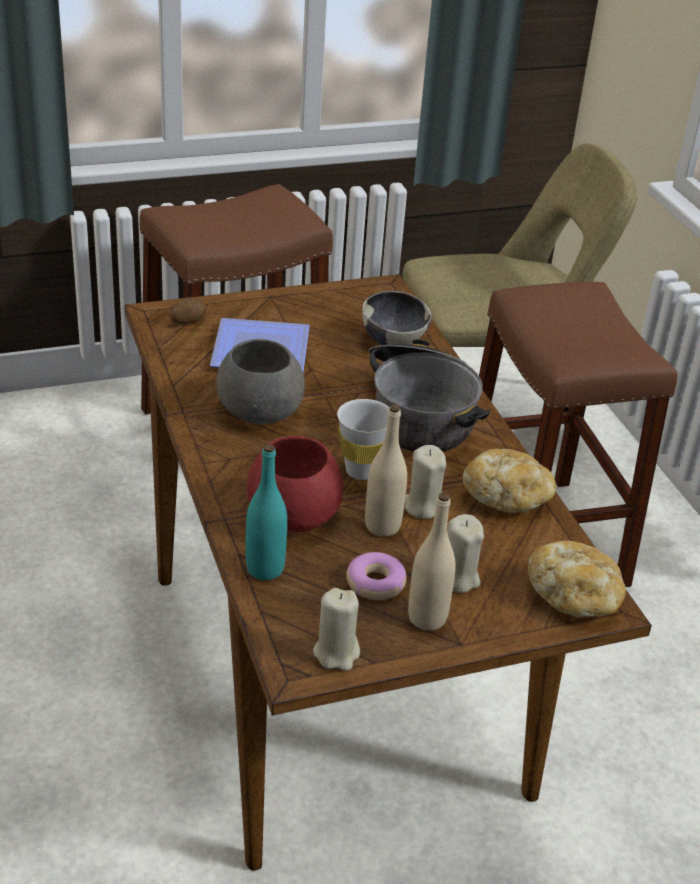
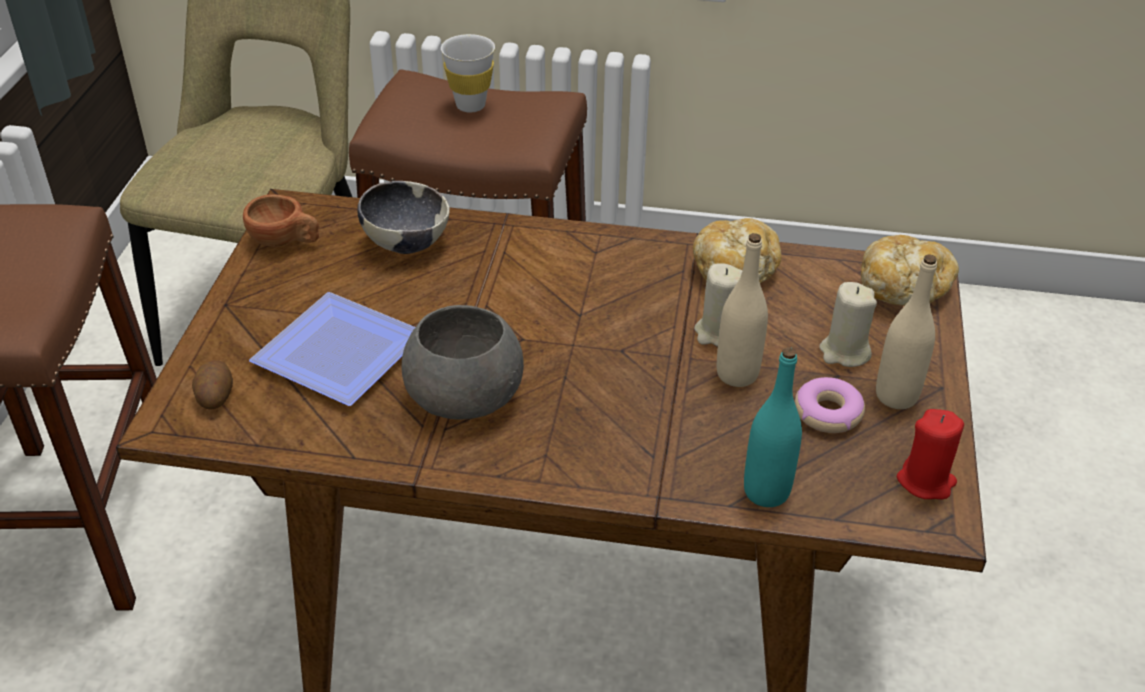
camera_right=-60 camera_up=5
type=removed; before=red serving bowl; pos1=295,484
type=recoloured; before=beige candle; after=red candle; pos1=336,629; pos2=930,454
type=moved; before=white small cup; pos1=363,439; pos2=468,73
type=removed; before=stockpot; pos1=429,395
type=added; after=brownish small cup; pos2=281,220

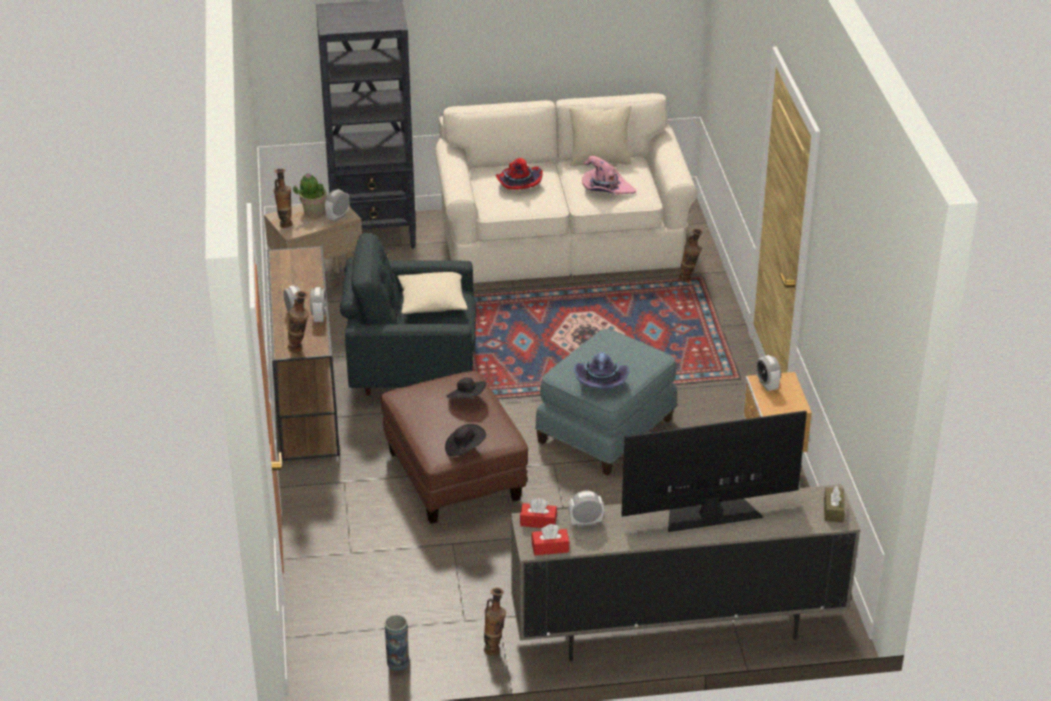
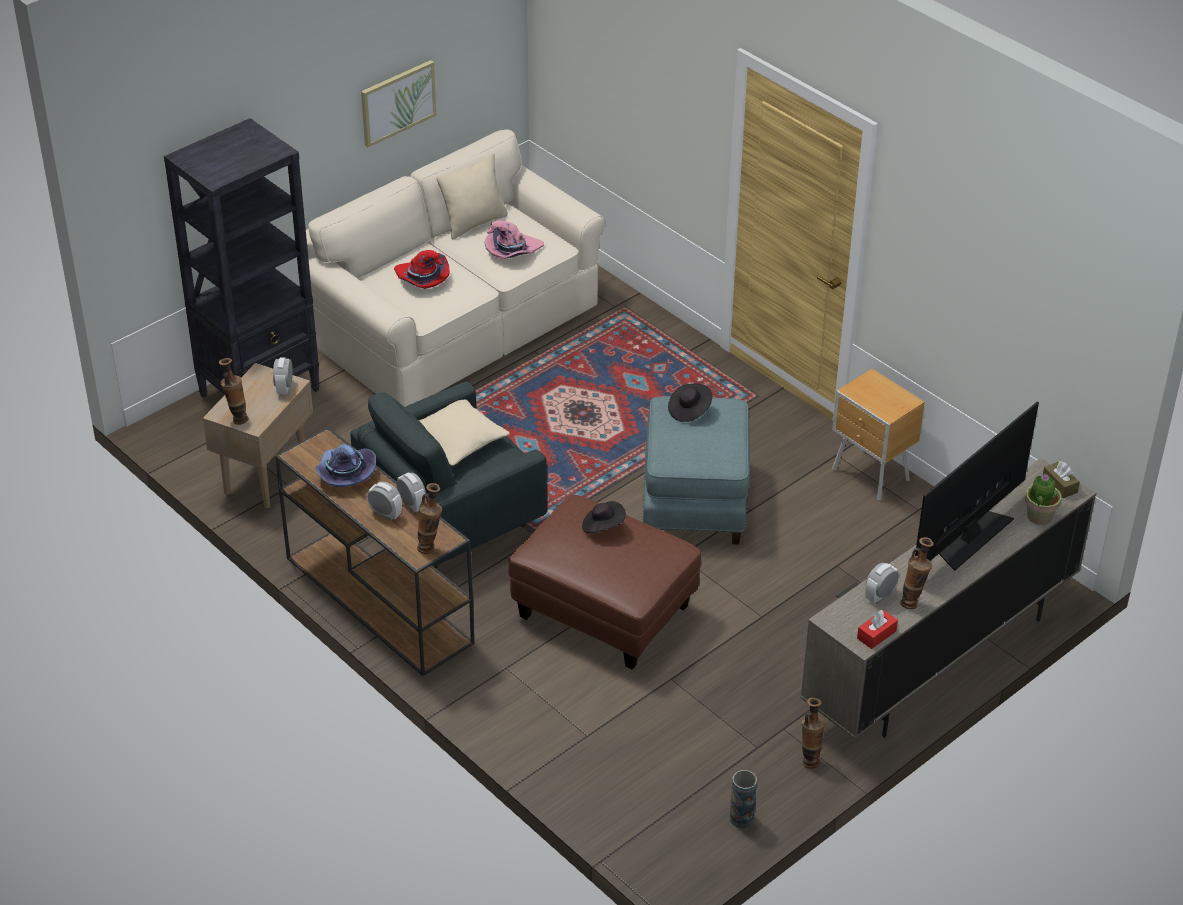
camera_right=-35 camera_up=5
type=moved; before=potted plant; pos1=310,195; pos2=1043,499
type=moved; before=black-coloured wearable hat; pos1=465,440; pos2=690,402
type=removed; before=red tissue box; pos1=538,513
type=moved; before=purplish wearable hat; pos1=601,370; pos2=345,465
type=moved; before=flower vase; pos1=690,255; pos2=917,573
type=removed; before=table clock; pos1=768,373
type=added; after=wall picture; pos2=398,103

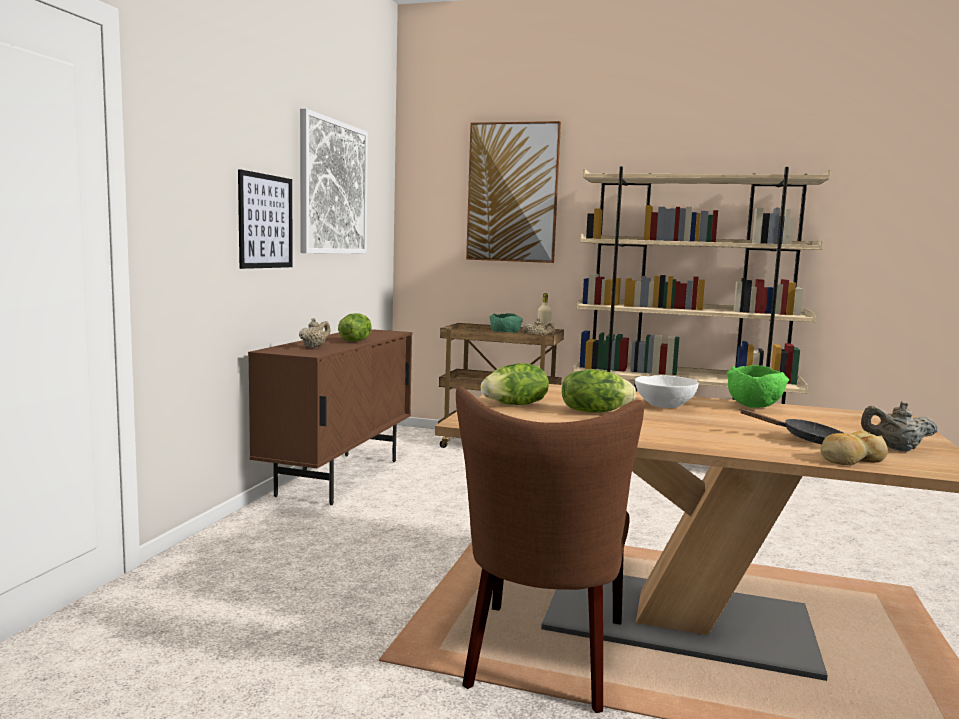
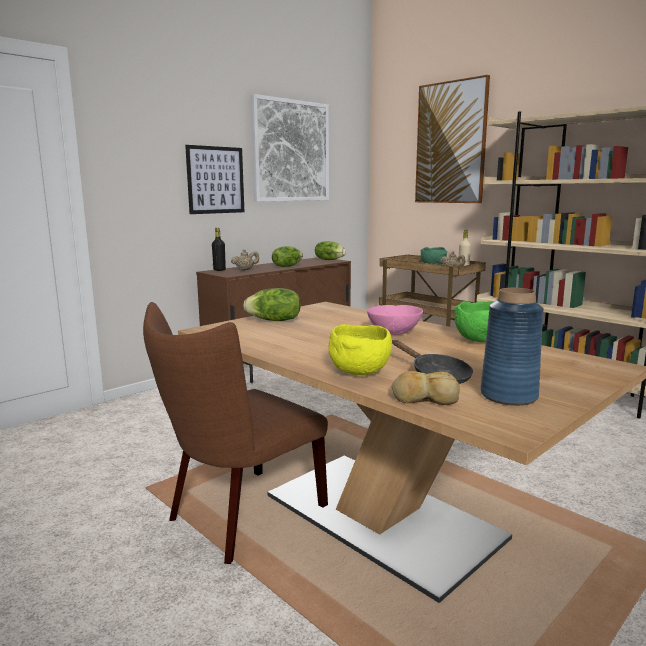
camera_right=30 camera_up=5
type=moved; before=lettuce head; pos1=599,391; pos2=330,250
type=recoloured; before=white serving bowl; after=pink serving bowl; pos1=667,391; pos2=395,320
type=replaced; before=beige pot for tea; after=bluish flower vase; pos1=899,426; pos2=512,347
type=added; after=black-coloured beverage bottle; pos2=219,249
type=added; after=yellow serving bowl; pos2=360,349

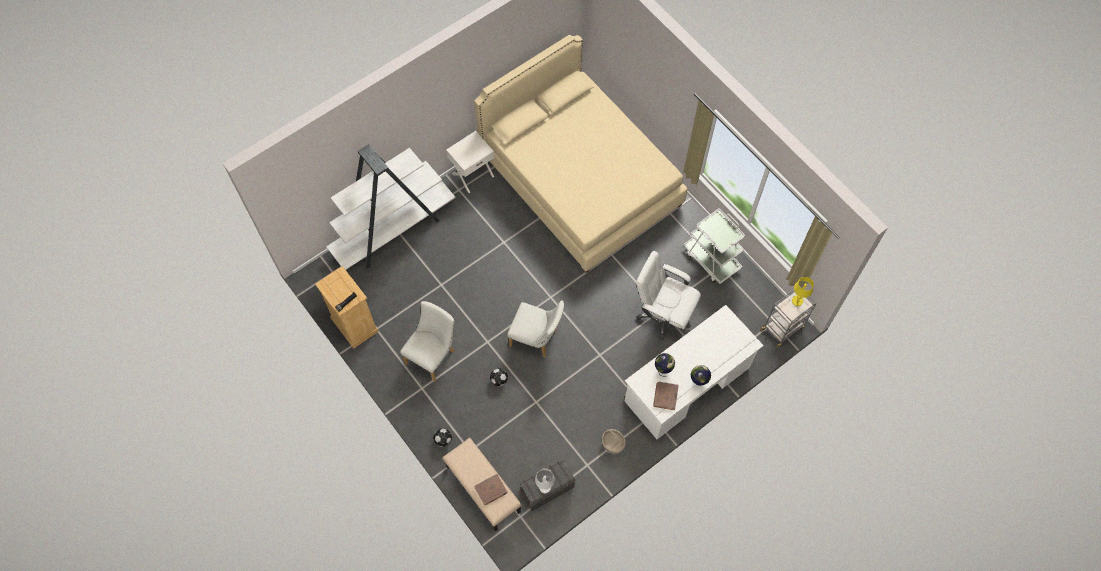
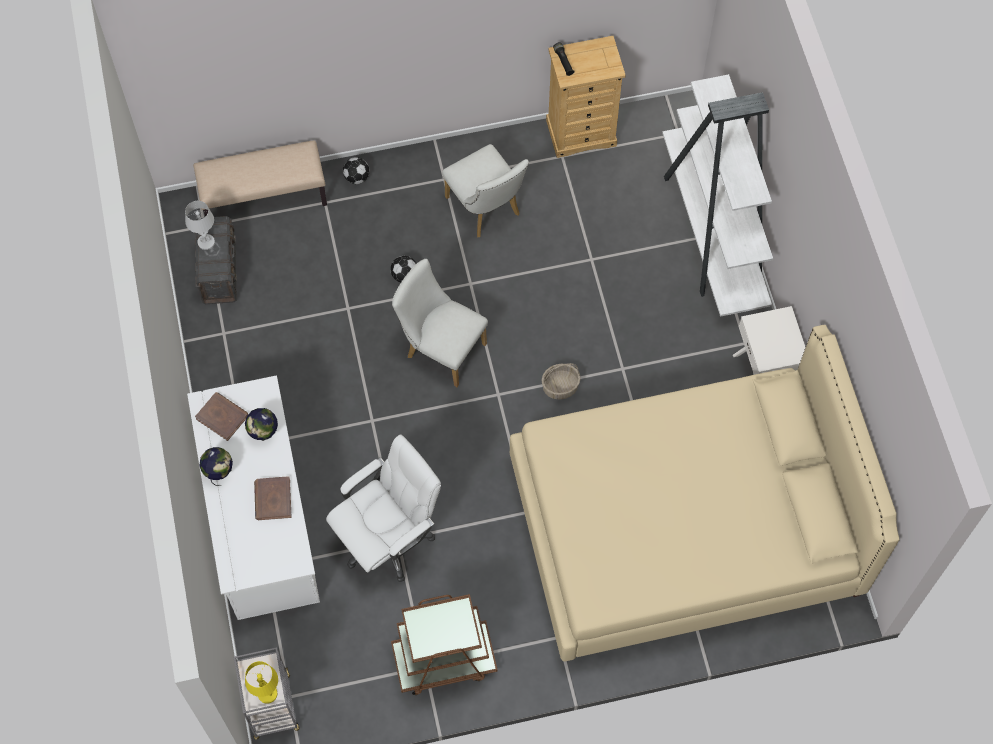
camera_right=115 camera_up=0
type=moved; before=brownish volume; pos1=491,489; pos2=272,498
type=turned; before=white upright chair; pos1=535,329; pos2=440,323; turn=75
type=moved; before=storage basket; pos1=614,441; pos2=561,381
type=recoloured; before=white trolley; after=brownish trolley; pos1=714,246; pos2=444,644

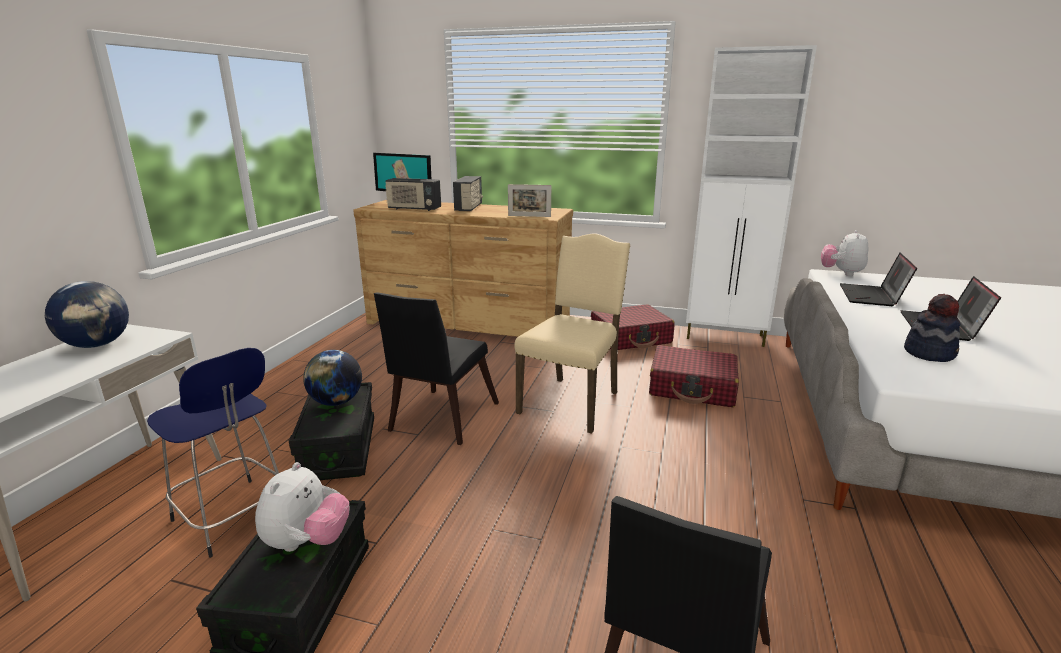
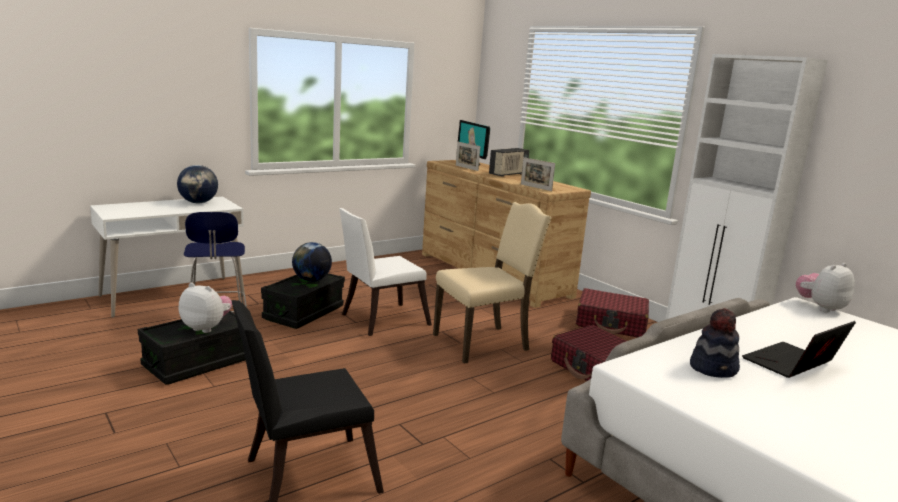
camera_right=35 camera_up=-5
type=turned; before=plush toy; pos1=302,507; pos2=205,308; turn=-120
type=recoloured; before=black-coloured upright chair; after=white upright chair; pos1=436,368; pos2=385,272
type=replaced; before=radio set; after=standing frame; pos1=413,194; pos2=468,156
type=removed; before=portable computer; pos1=878,279

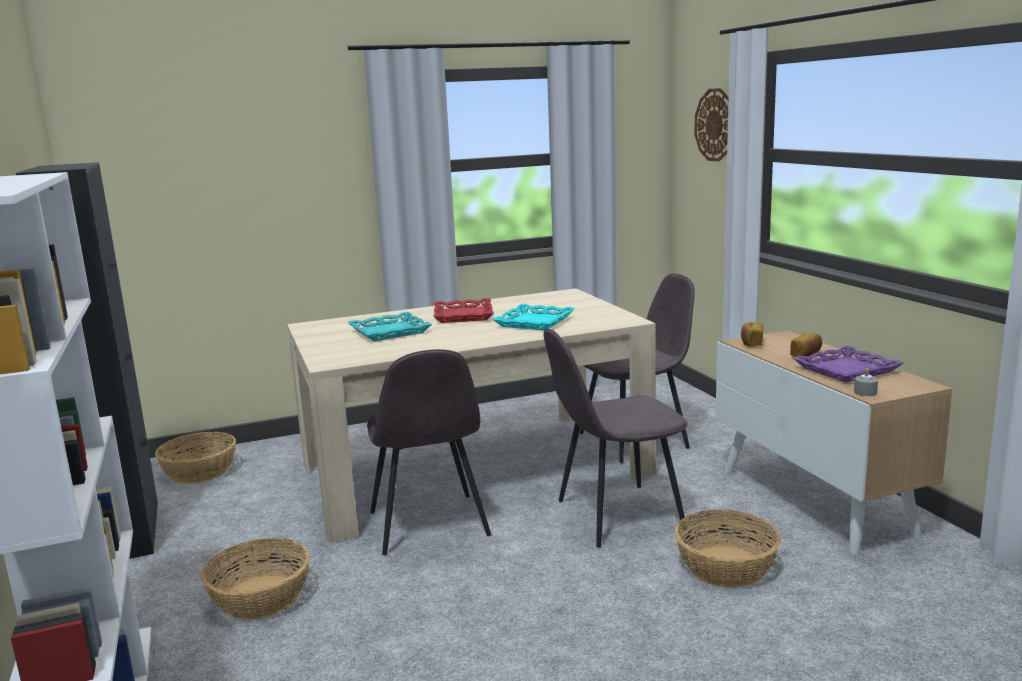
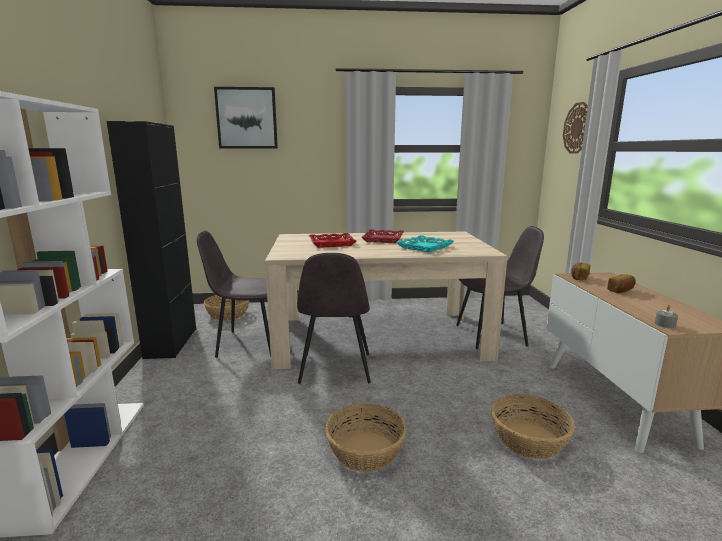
camera_right=15 camera_up=0
type=moved; before=storage basket; pos1=255,579; pos2=366,437
type=recoloured; before=turquoise-coloured carrying tray; after=red carrying tray; pos1=389,326; pos2=332,240
type=moved; before=grey upright chair; pos1=616,438; pos2=234,294
type=removed; before=purplish carrying tray; pos1=848,364
type=added; after=wall picture; pos2=246,117

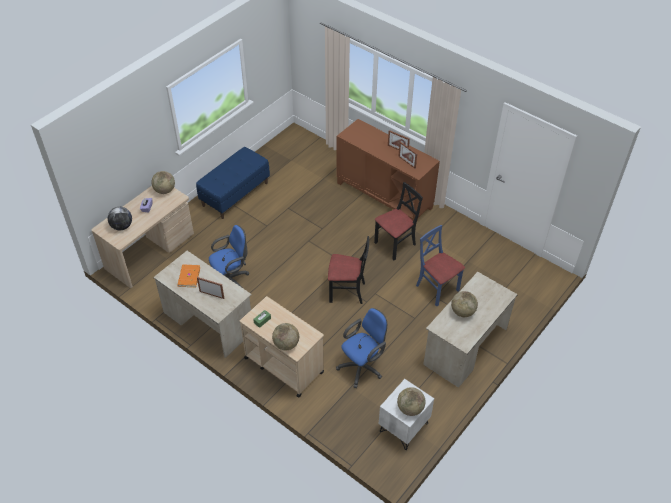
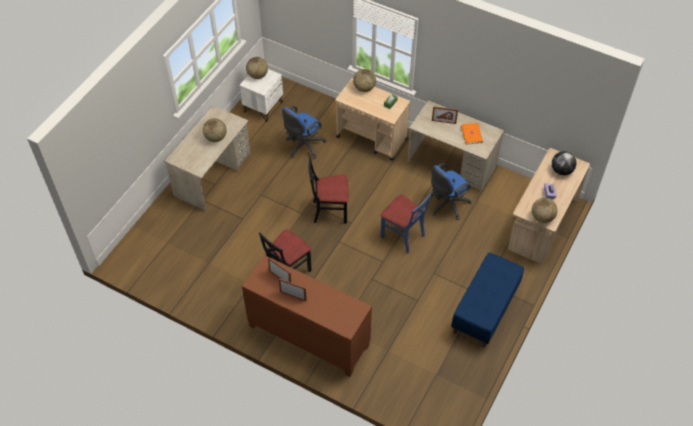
camera_right=170 camera_up=5
type=moved; before=bluish upright chair; pos1=440,265; pos2=406,223

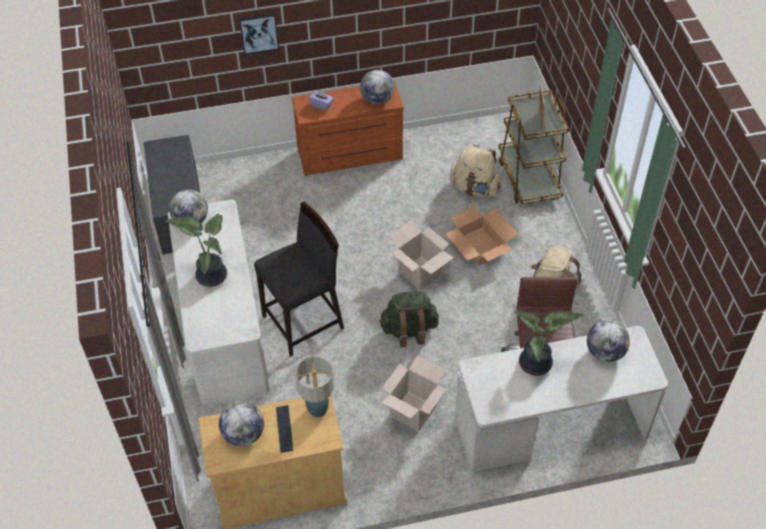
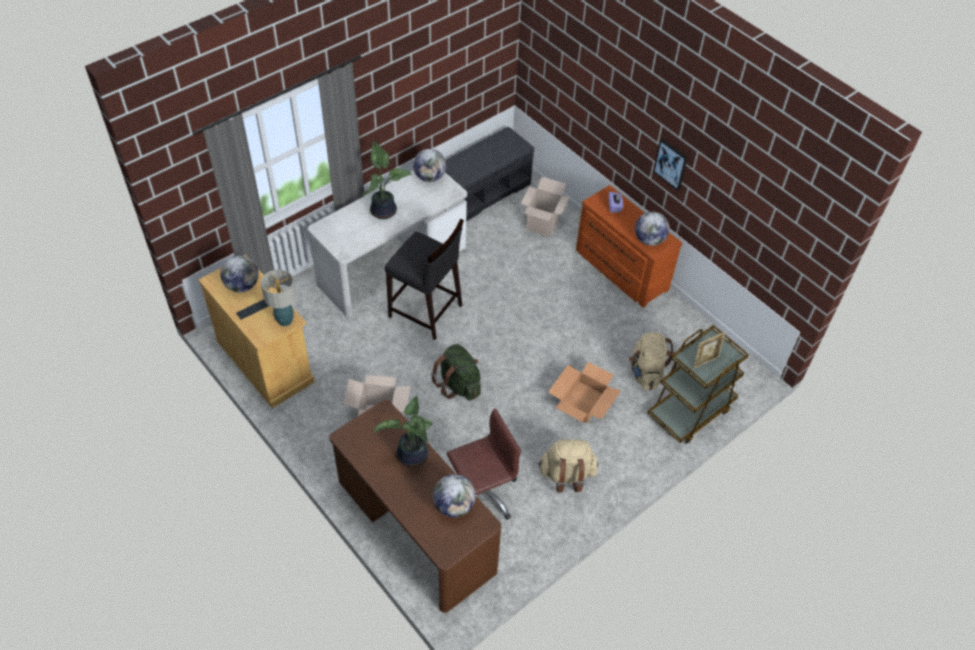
camera_right=60 camera_up=0
type=moved; before=wall picture; pos1=259,34; pos2=670,165
type=moved; before=carton; pos1=421,255; pos2=544,207
type=recoloured; before=white desk table; after=brownish desk table; pos1=561,399; pos2=415,506

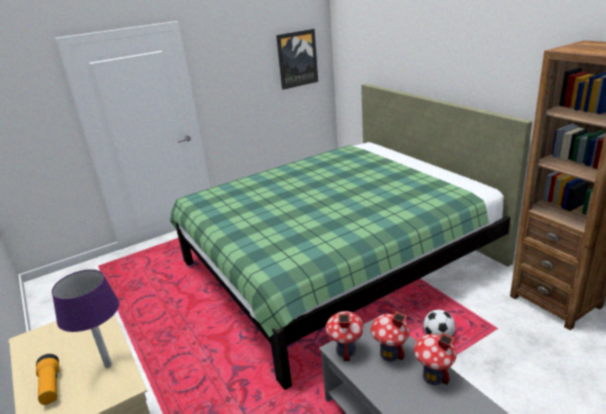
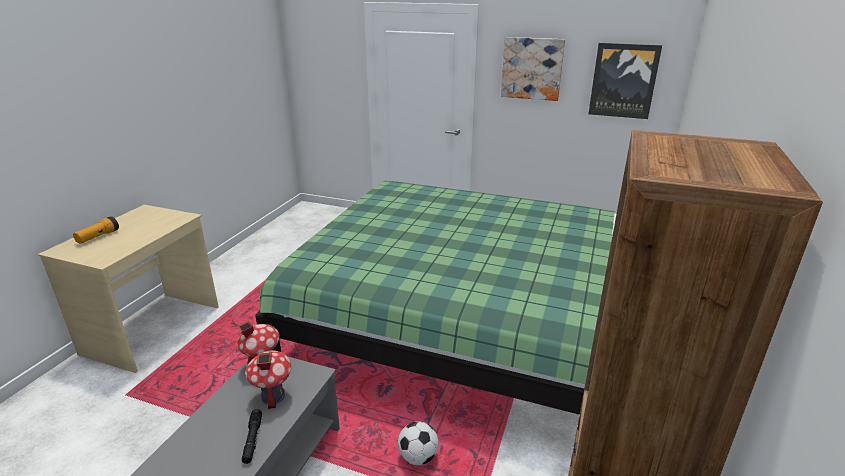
camera_right=50 camera_up=0
type=removed; before=purplish table lamp; pos1=85,318
type=replaced; before=model house; after=black-coloured hand torch; pos1=435,358; pos2=252,436
type=added; after=wall picture; pos2=533,69

